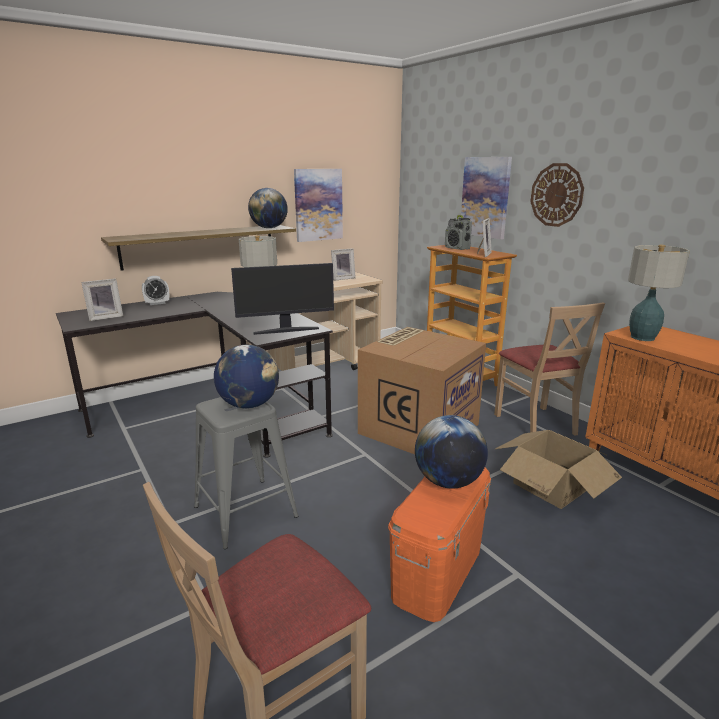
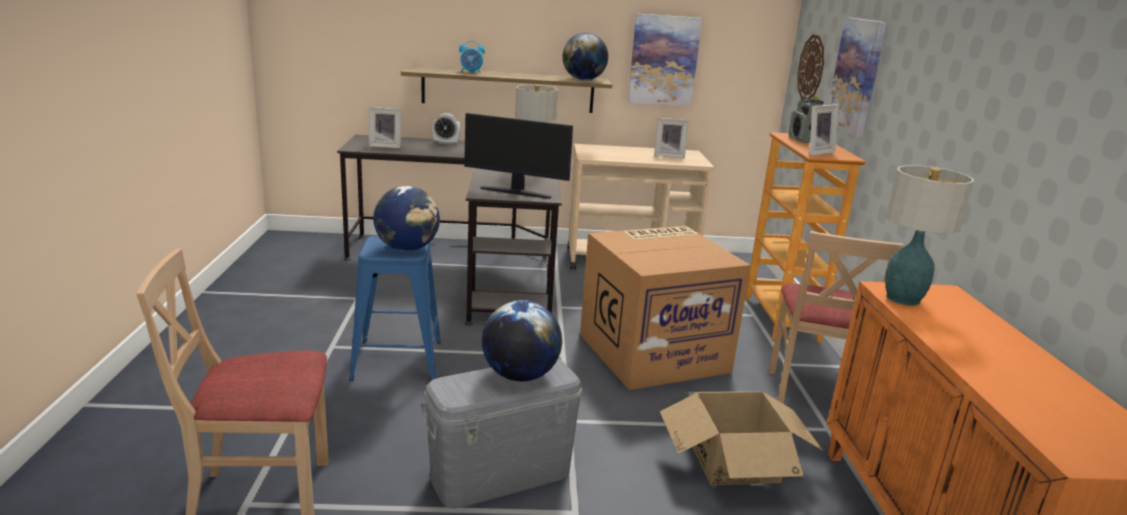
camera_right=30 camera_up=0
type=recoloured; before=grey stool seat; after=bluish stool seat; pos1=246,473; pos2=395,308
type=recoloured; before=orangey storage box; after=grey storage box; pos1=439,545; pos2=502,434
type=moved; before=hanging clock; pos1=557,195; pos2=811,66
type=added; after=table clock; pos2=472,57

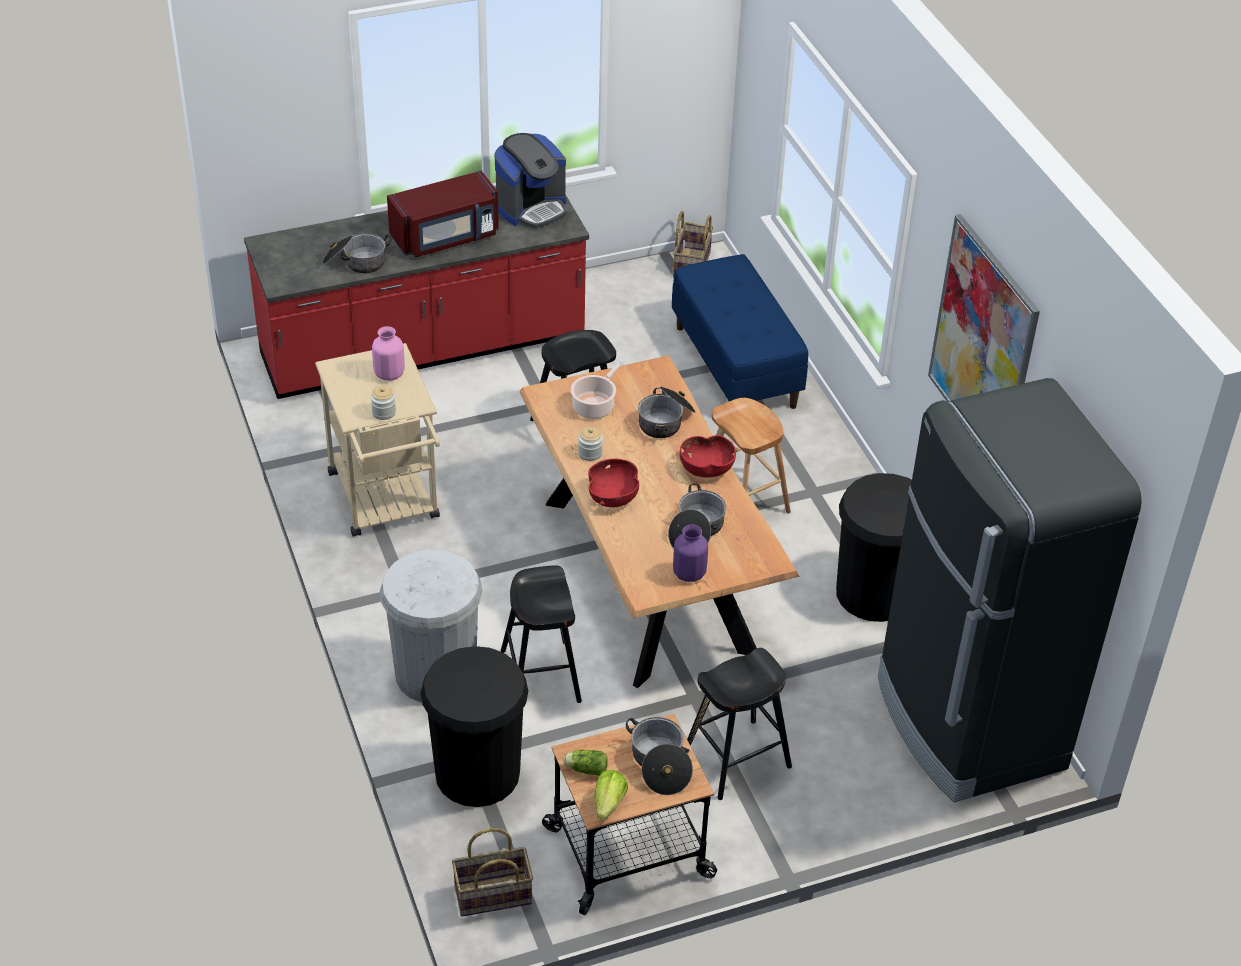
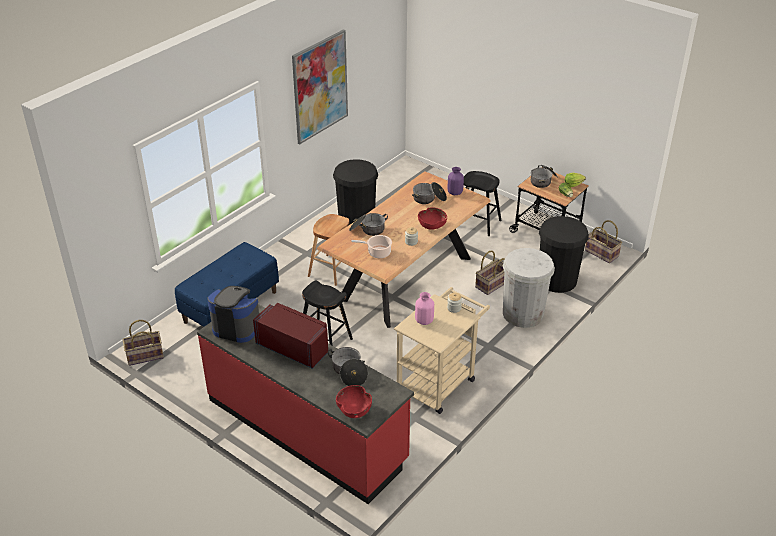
camera_right=-120 camera_up=-5
type=replaced; before=black-coloured stool seat; after=storage basket; pos1=541,634; pos2=490,273
type=moved; before=red serving bowl; pos1=708,456; pos2=354,401
type=removed; before=black-coloured refrigerator; pos1=1010,590

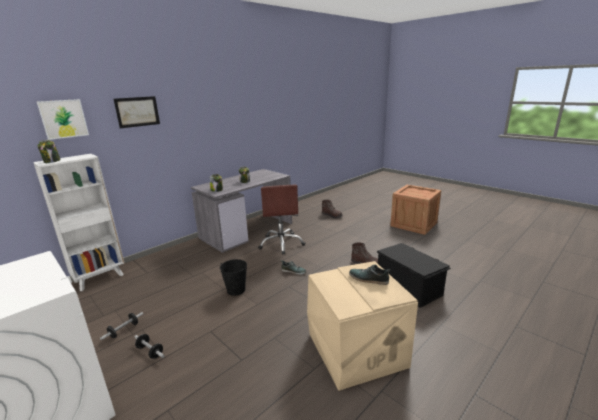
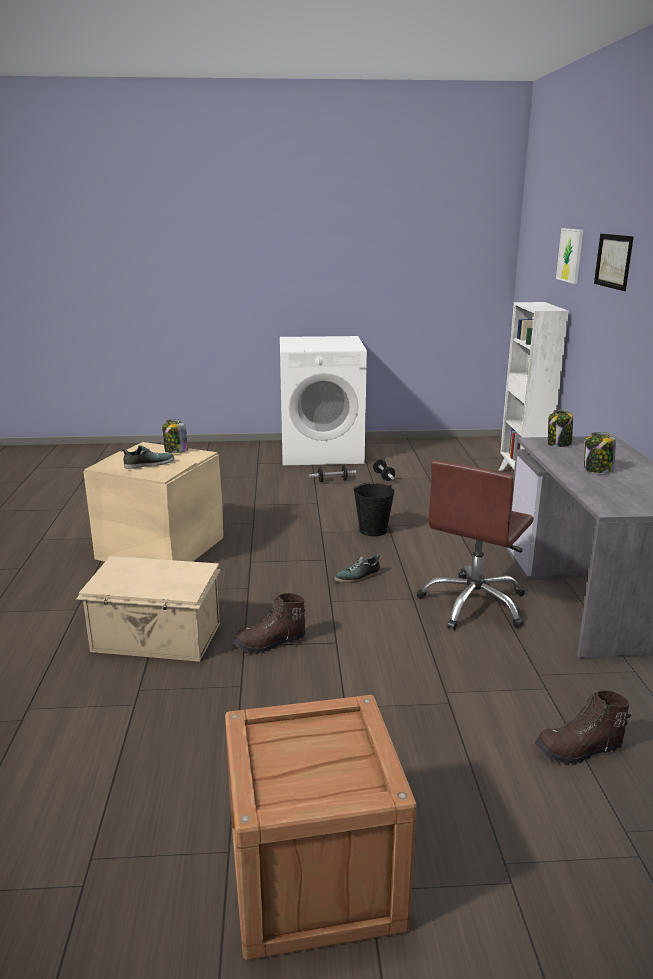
camera_right=130 camera_up=0
type=moved; before=storage jar; pos1=49,151; pos2=175,436
type=turned; before=brownish desk chair; pos1=281,220; pos2=475,545; turn=-90
type=recoloured; before=black-coloured storage box; after=beige storage box; pos1=414,275; pos2=148,609

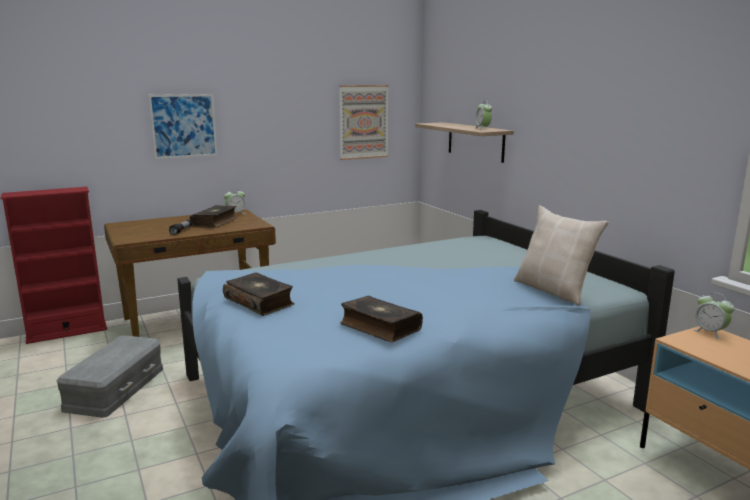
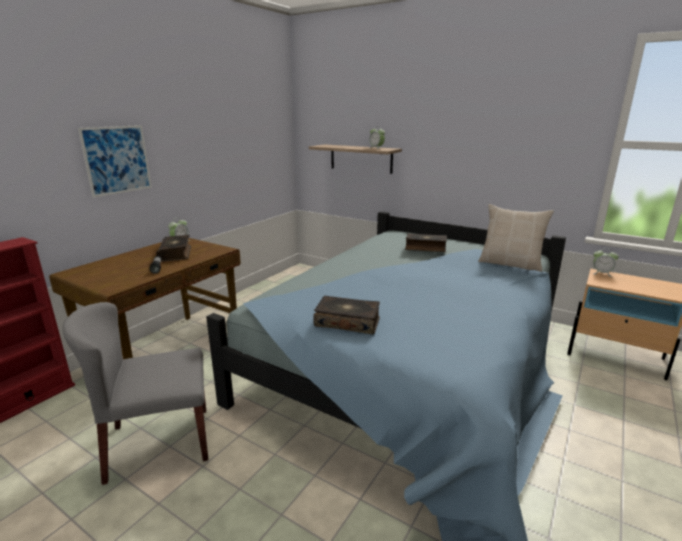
camera_right=-30 camera_up=5
type=replaced; before=grey storage box; after=grey upright chair; pos1=109,376; pos2=135,393
type=removed; before=wall picture; pos1=364,122
type=moved; before=volume; pos1=381,318; pos2=426,242

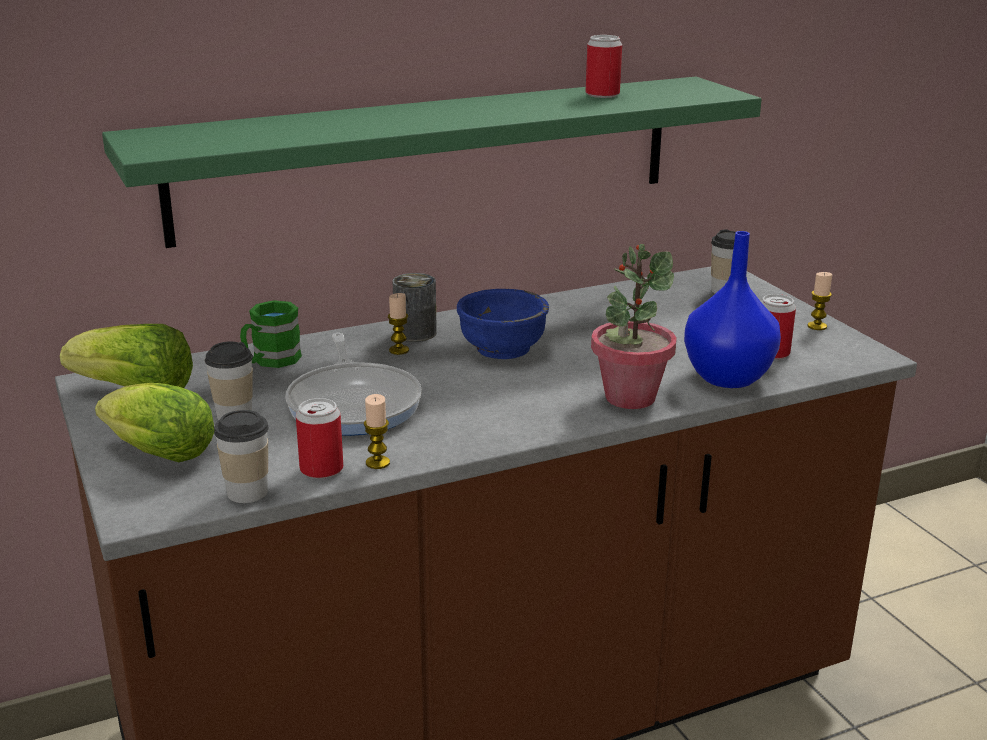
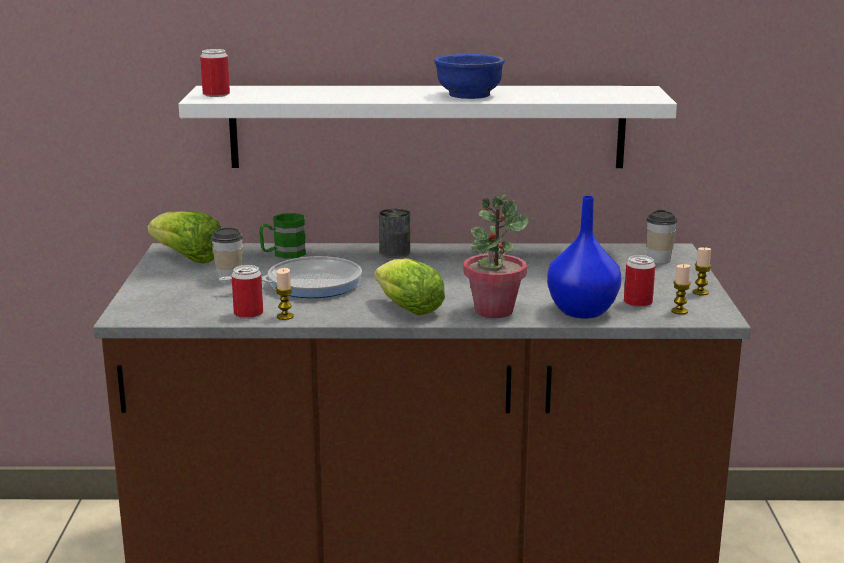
camera_right=25 camera_up=-5
type=moved; before=lettuce head; pos1=154,422; pos2=409,286
type=recoloured; before=greenish bracket shelf; after=white bracket shelf; pos1=432,162; pos2=428,127
type=removed; before=small cup; pos1=241,456
type=turned; before=frying pan; pos1=354,384; pos2=290,277; turn=-120
type=moved; before=candle; pos1=398,324; pos2=681,289
type=moved; before=bluish serving bowl; pos1=503,324; pos2=470,76
type=moved; before=can; pos1=603,66; pos2=215,73

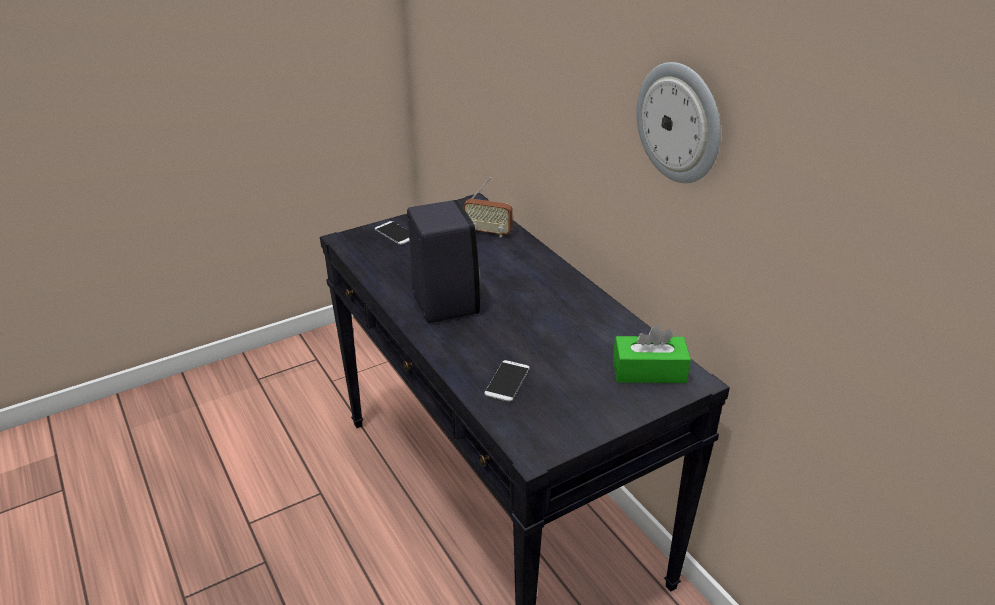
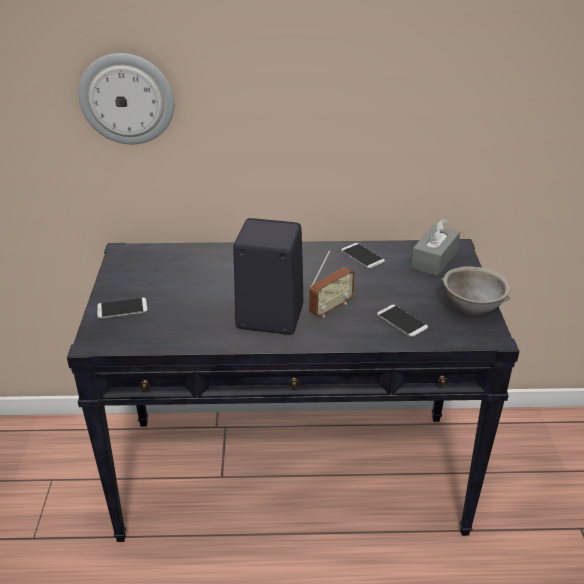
camera_right=-60 camera_up=0
type=moved; before=radio set; pos1=488,207; pos2=332,283
type=recoloured; before=greenish tissue box; after=grey tissue box; pos1=652,354; pos2=435,247
type=moved; before=hanging clock; pos1=678,122; pos2=126,98
type=added; after=telephone; pos2=363,255
type=added; after=grey serving bowl; pos2=476,290

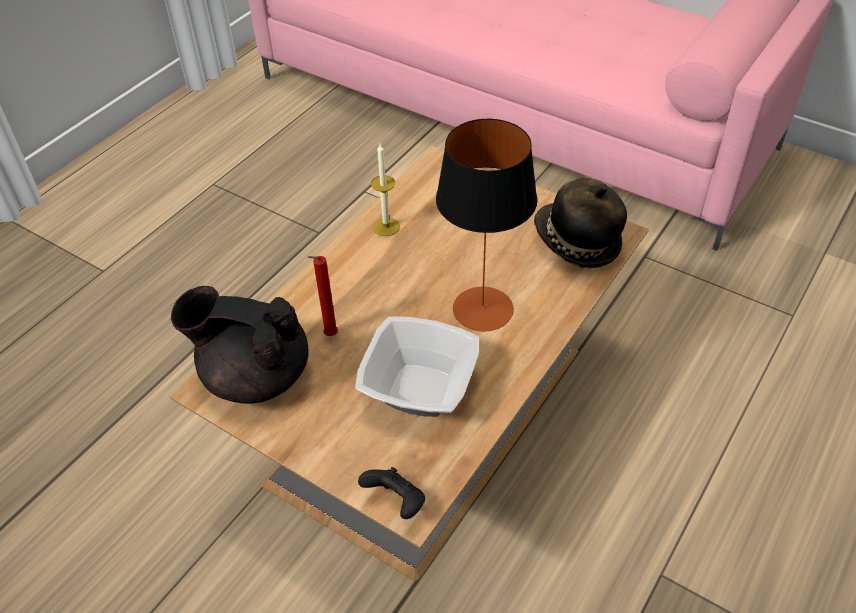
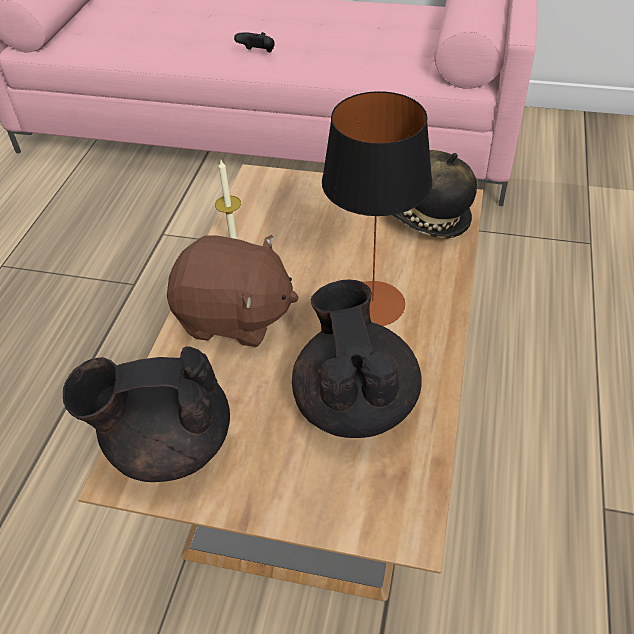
camera_right=-20 camera_up=0
type=removed; before=red candle; pos1=322,296
type=replaced; before=serving bowl; after=black-coloured pot for tea; pos1=417,366; pos2=357,358
type=moved; before=black-coloured gamepad; pos1=391,493; pos2=254,42
type=added; after=brownish plush toy; pos2=233,291

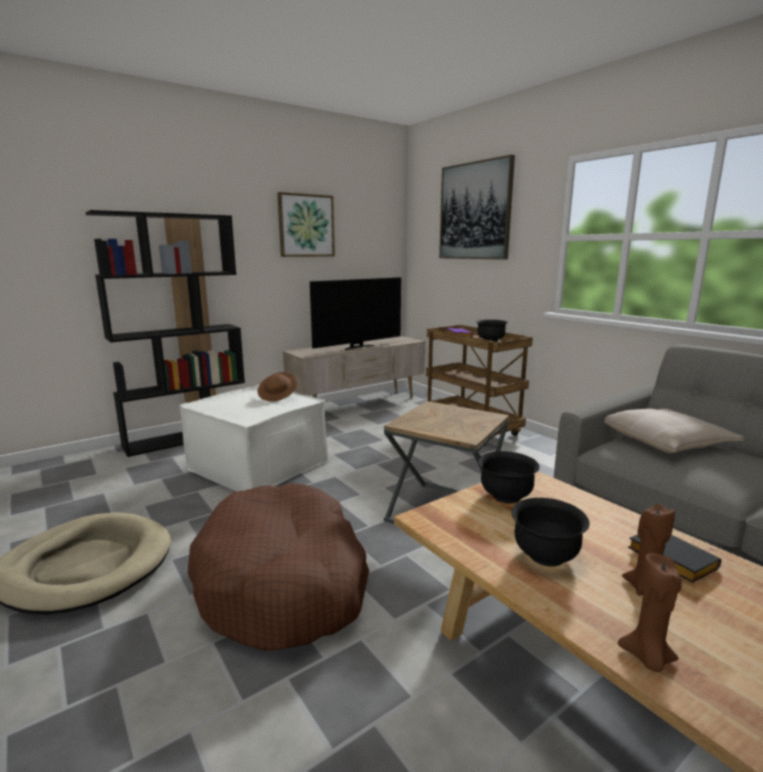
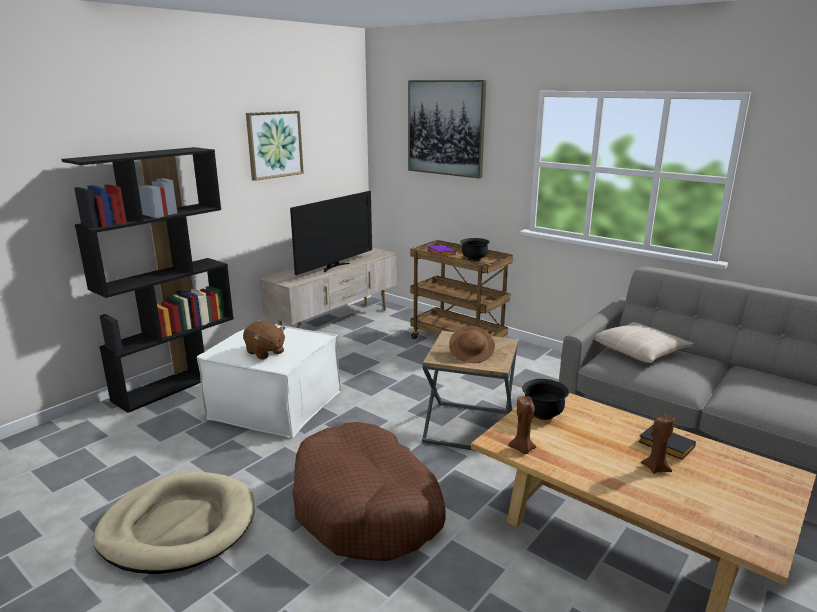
camera_right=-15 camera_up=5
type=moved; before=brownish wearable hat; pos1=277,386; pos2=472,344
type=removed; before=black-coloured serving bowl; pos1=550,532
type=moved; before=brownish candle; pos1=649,612; pos2=522,425
type=added; after=brownish plush toy; pos2=264,340

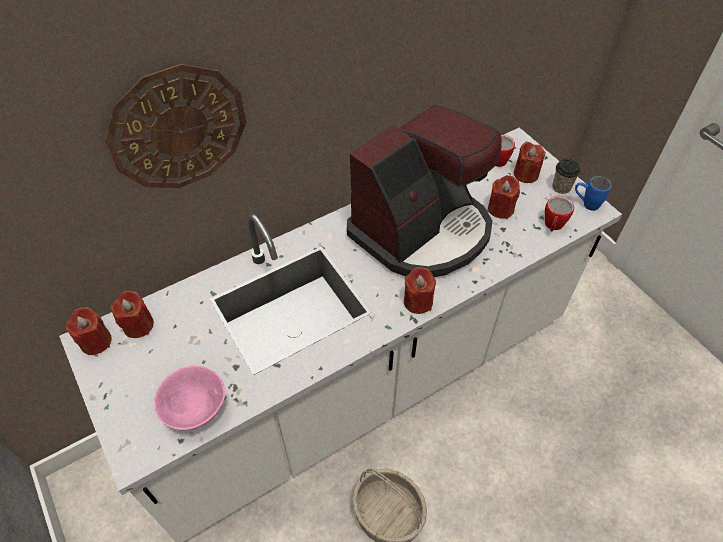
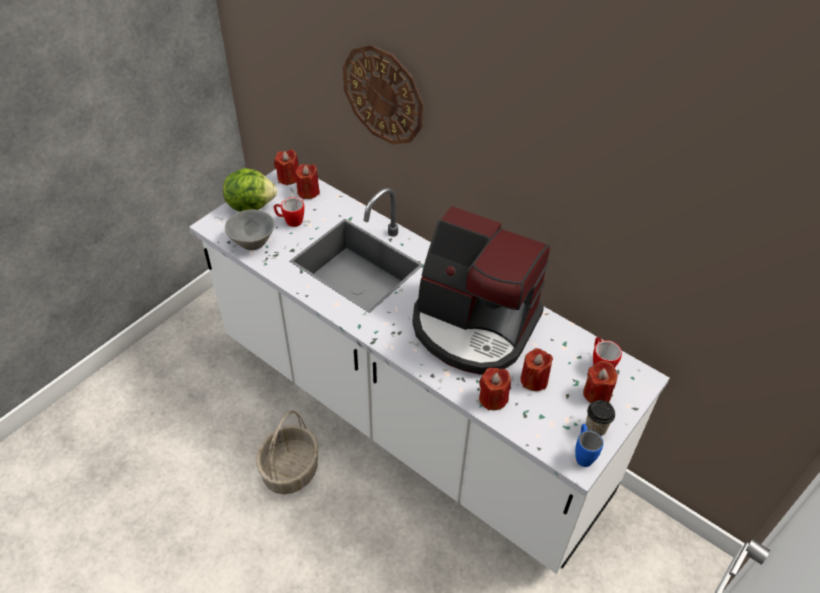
camera_right=70 camera_up=-5
type=recoloured; before=pink serving bowl; after=grey serving bowl; pos1=190,398; pos2=249,229
type=moved; before=red candle; pos1=420,290; pos2=495,389
type=moved; before=tea mug; pos1=559,214; pos2=289,212
type=added; after=lettuce head; pos2=250,190

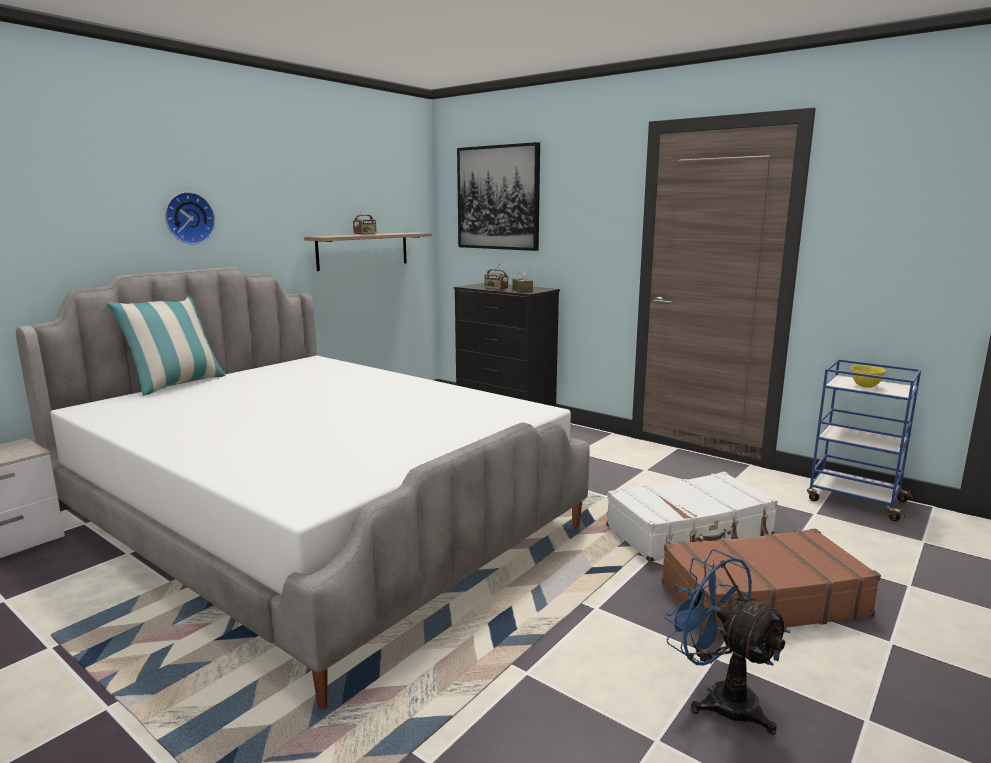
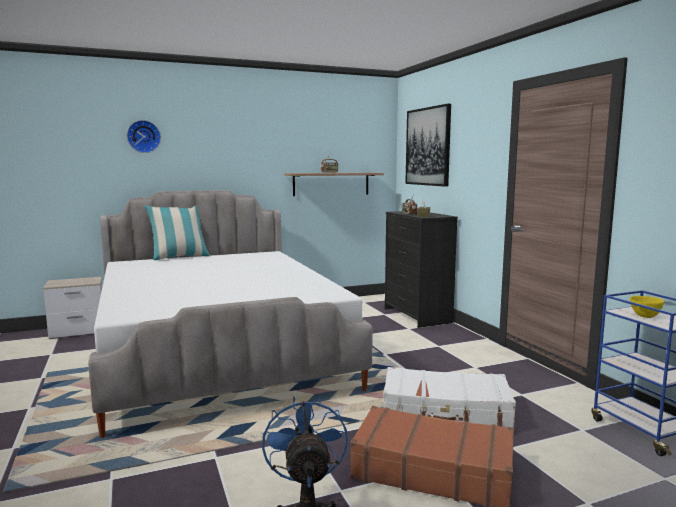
camera_right=30 camera_up=-5
type=moved; before=hanging clock; pos1=190,218; pos2=144,136

